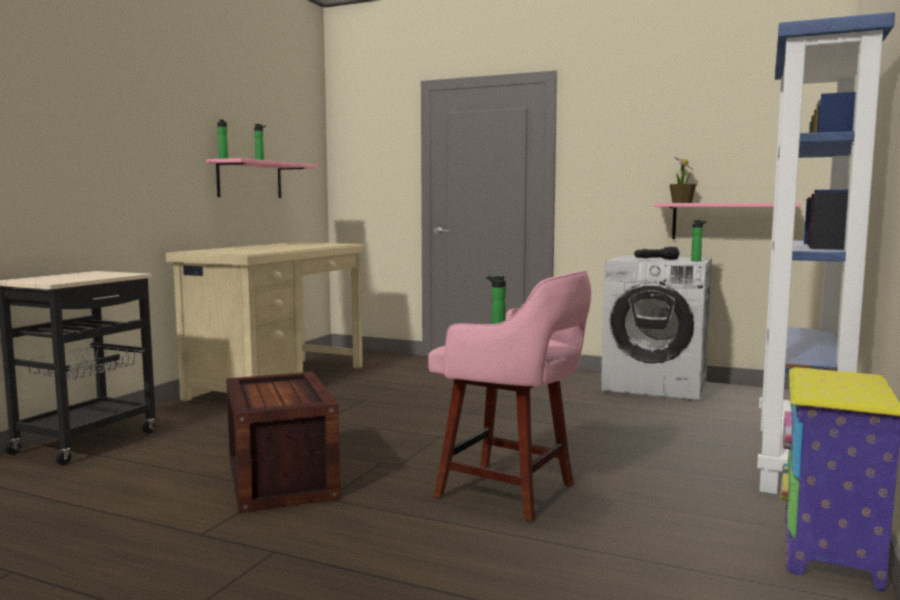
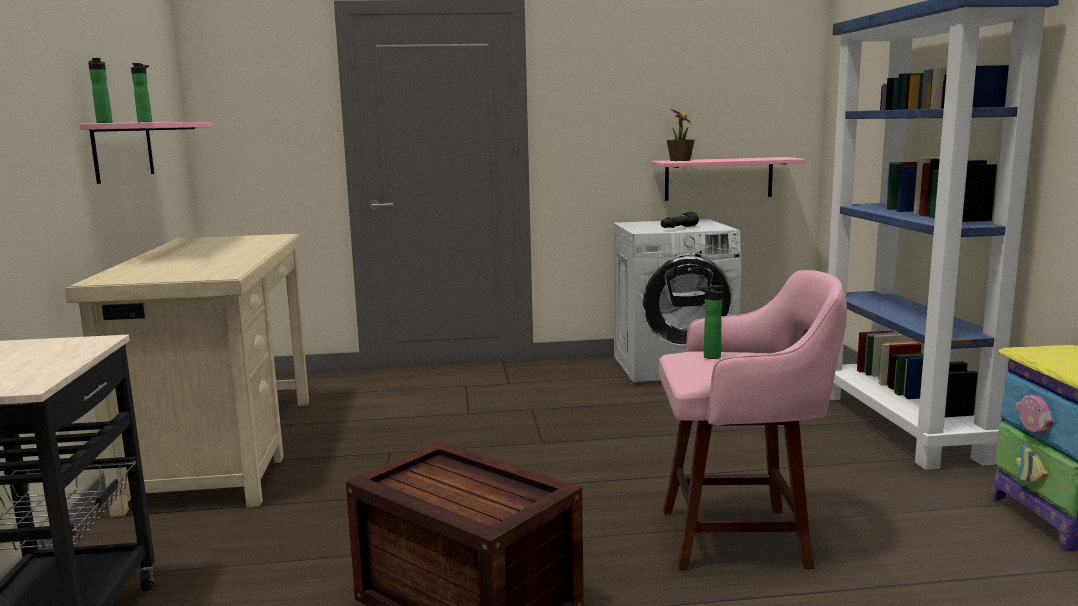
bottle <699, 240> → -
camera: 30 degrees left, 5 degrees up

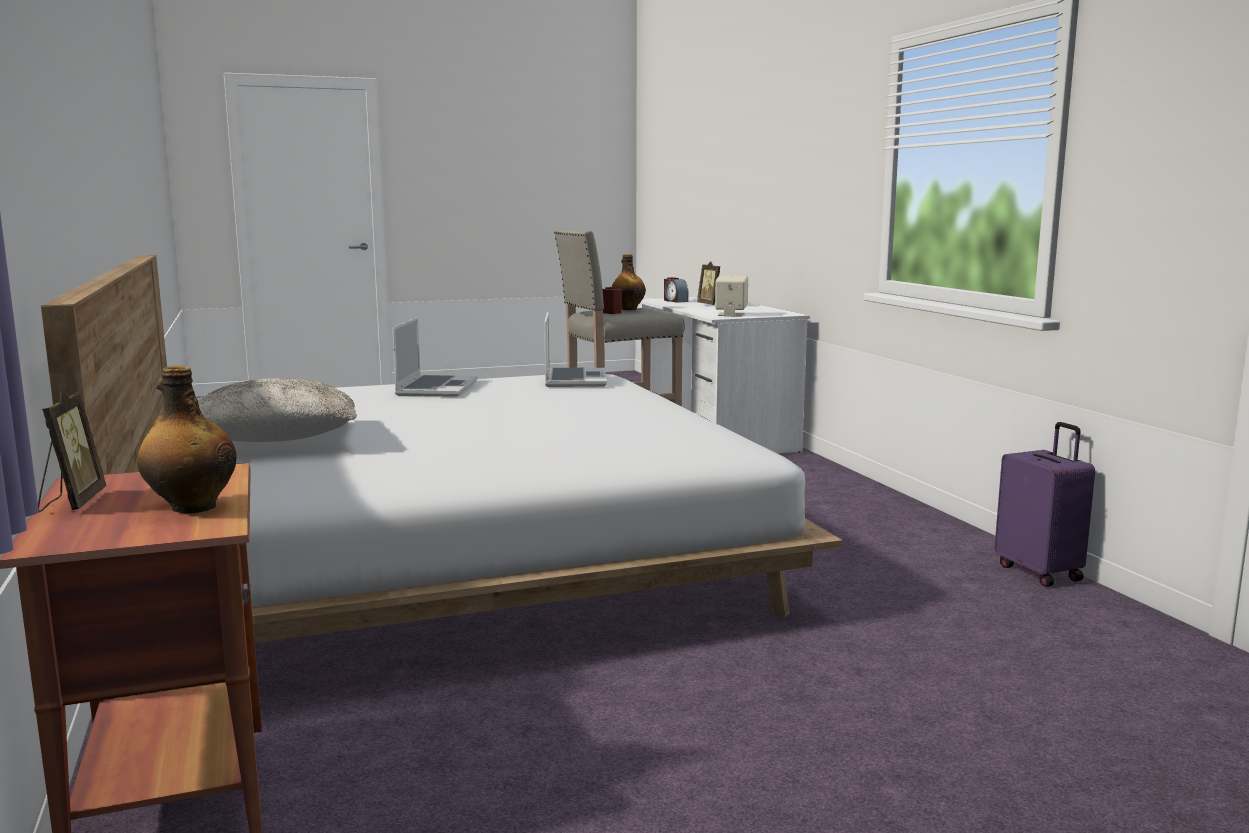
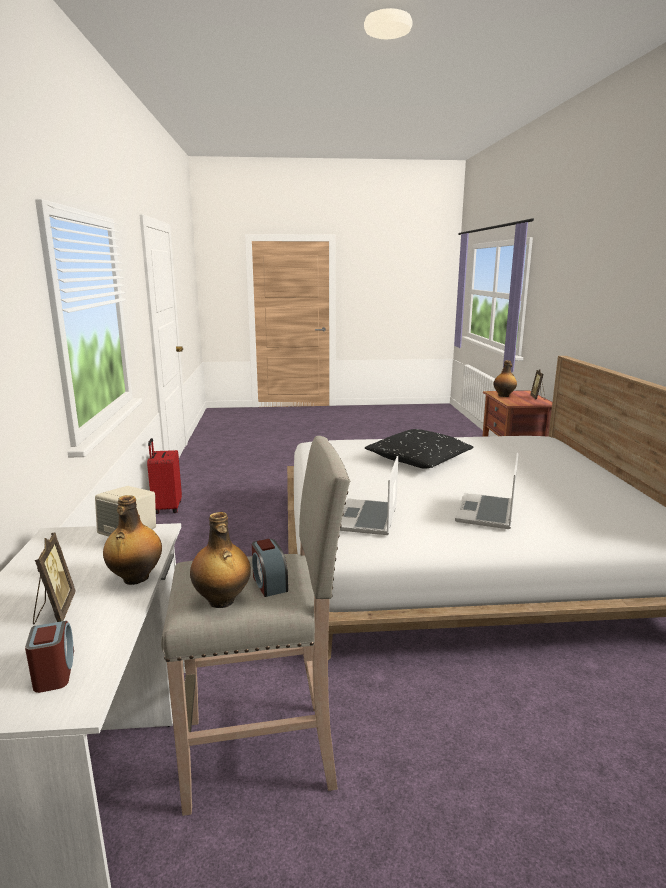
beige pillow <277, 410> → -
purple suitcase <1044, 504> → red suitcase <164, 476>
- → black pillow <419, 448>
- → bottle <132, 540>
camera: 165 degrees left, 5 degrees up

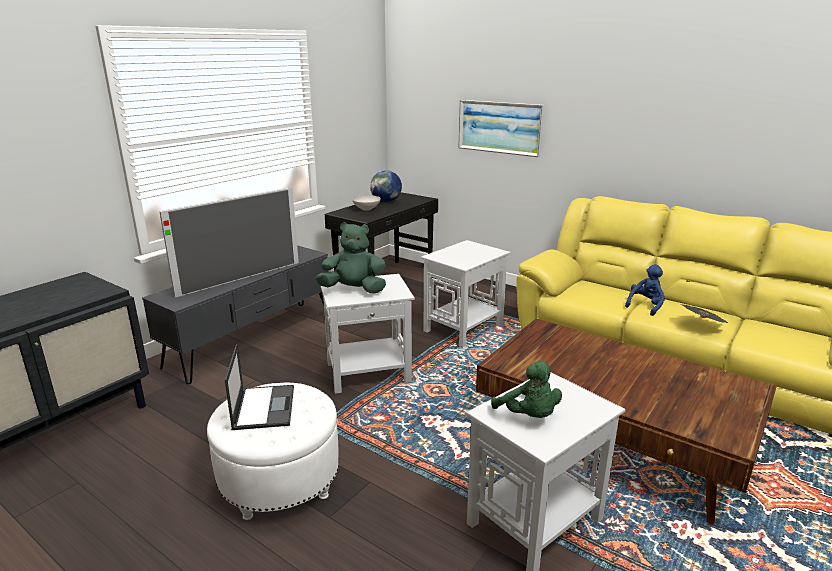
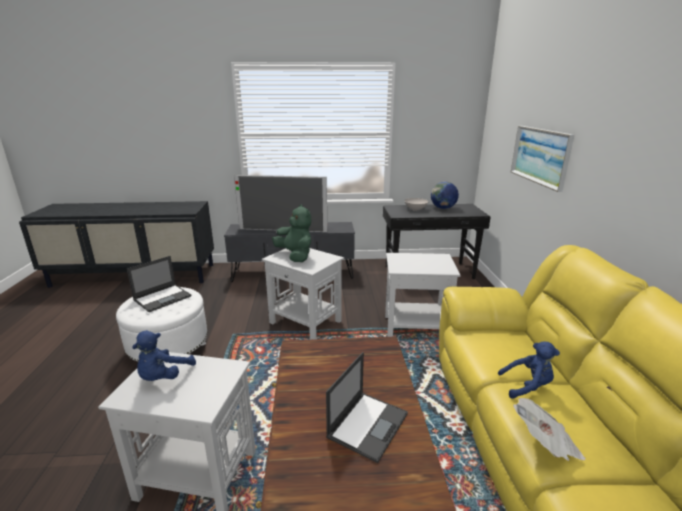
green plush toy <526, 389> → blue plush toy <164, 355>
- → laptop <367, 407>
camera: 50 degrees right, 0 degrees up

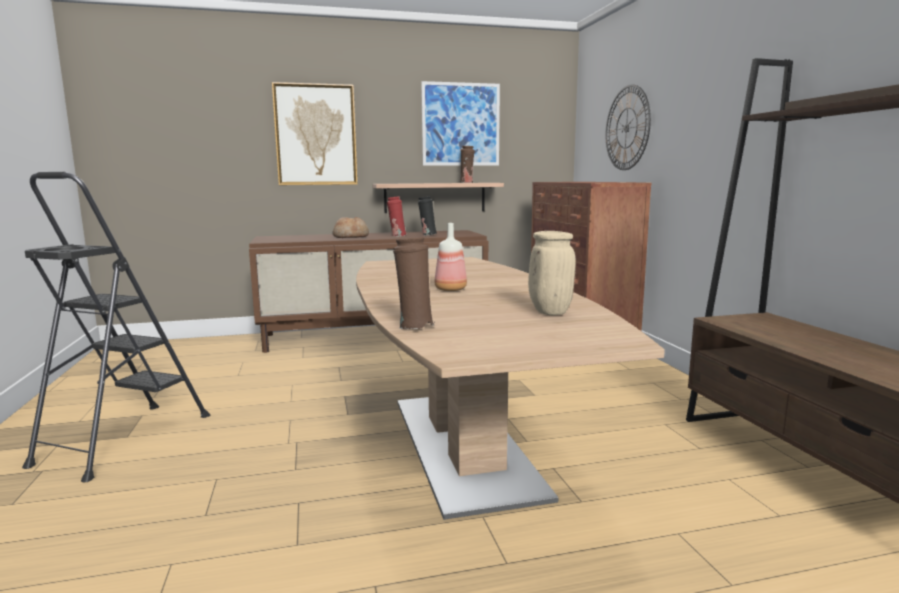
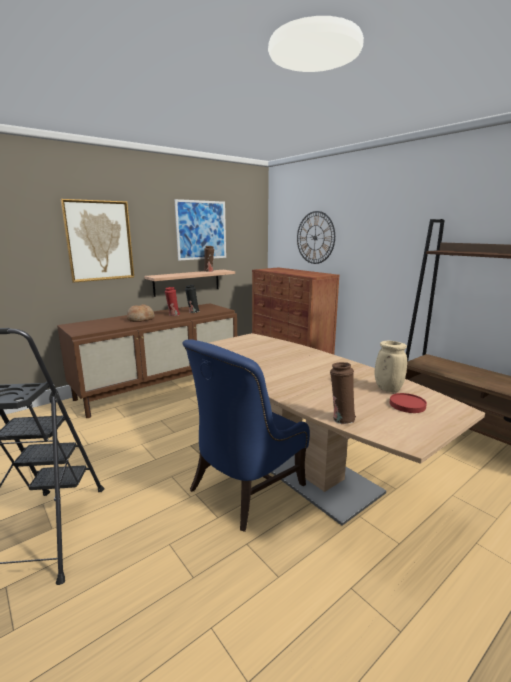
bottle <451, 257> → -
- → blue chair <246, 435>
- → red plate <408, 403>
camera: 25 degrees left, 5 degrees up

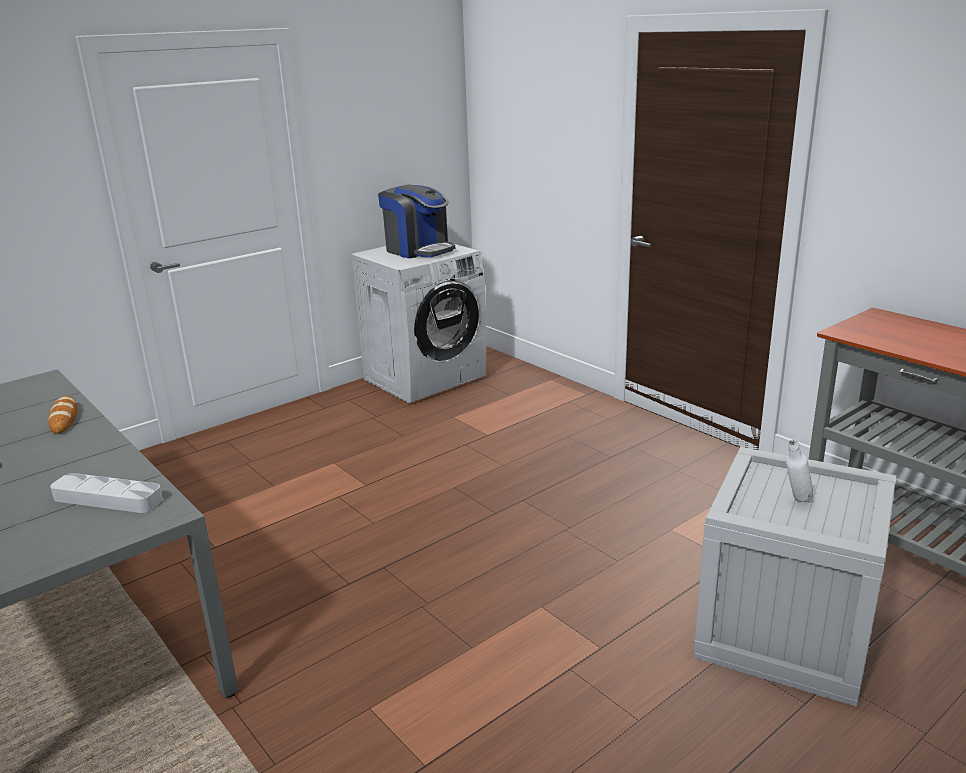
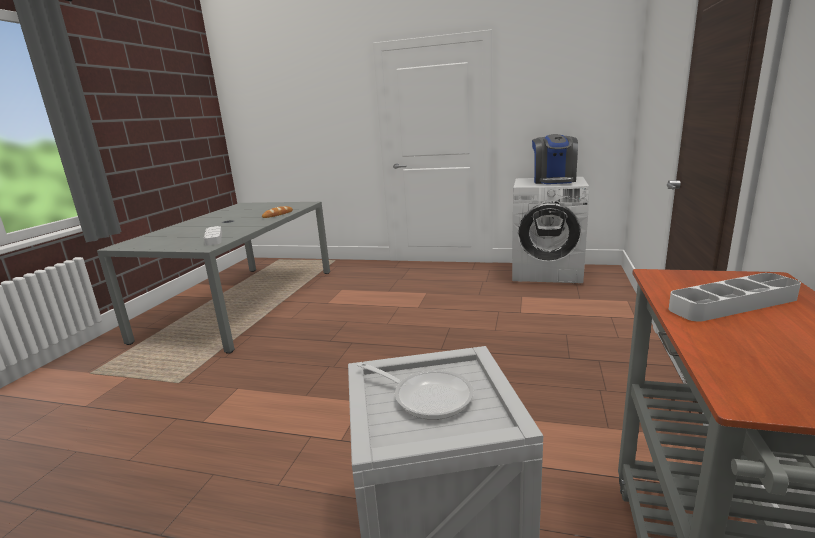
white bottle <799, 471> → frying pan <415, 391>
- → grey tray <735, 297>
camera: 55 degrees right, 5 degrees down

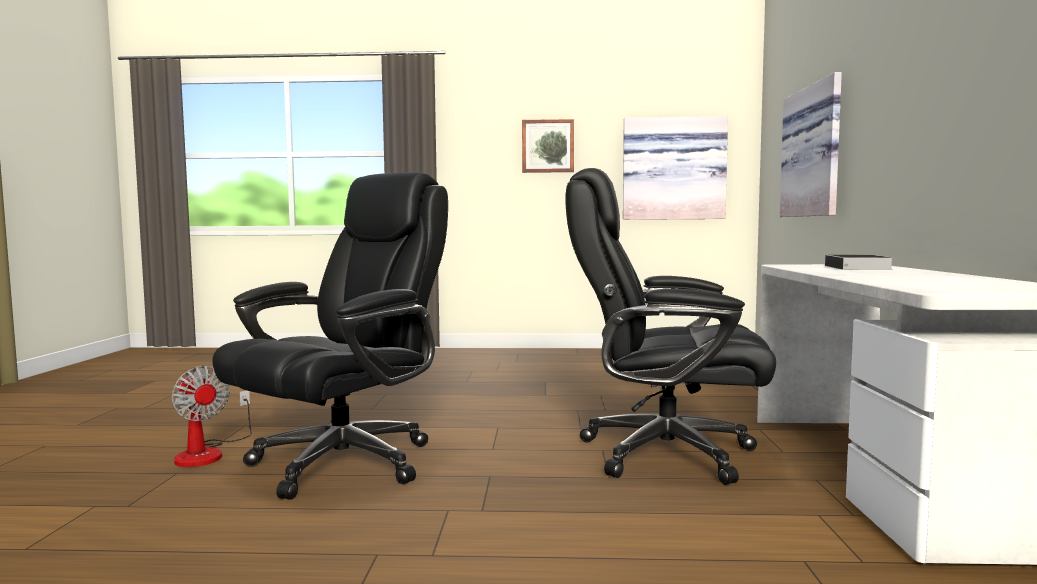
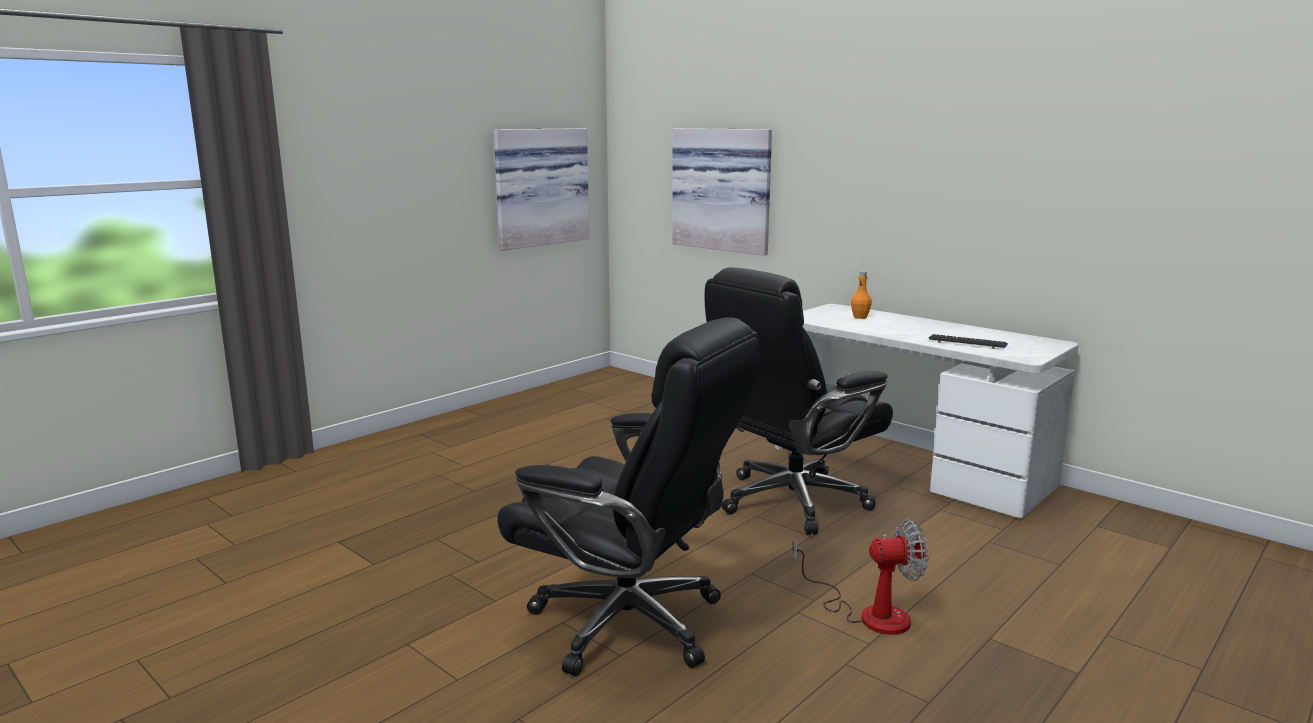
picture <548, 146> → -
black office chair <330, 336> → black office chair <628, 496>, 135 degrees clockwise
book <859, 262> → orange bottle <861, 295>
fan <211, 416> → fan <861, 577>, move
- → keyboard <968, 341>
camera: 50 degrees left, 10 degrees up

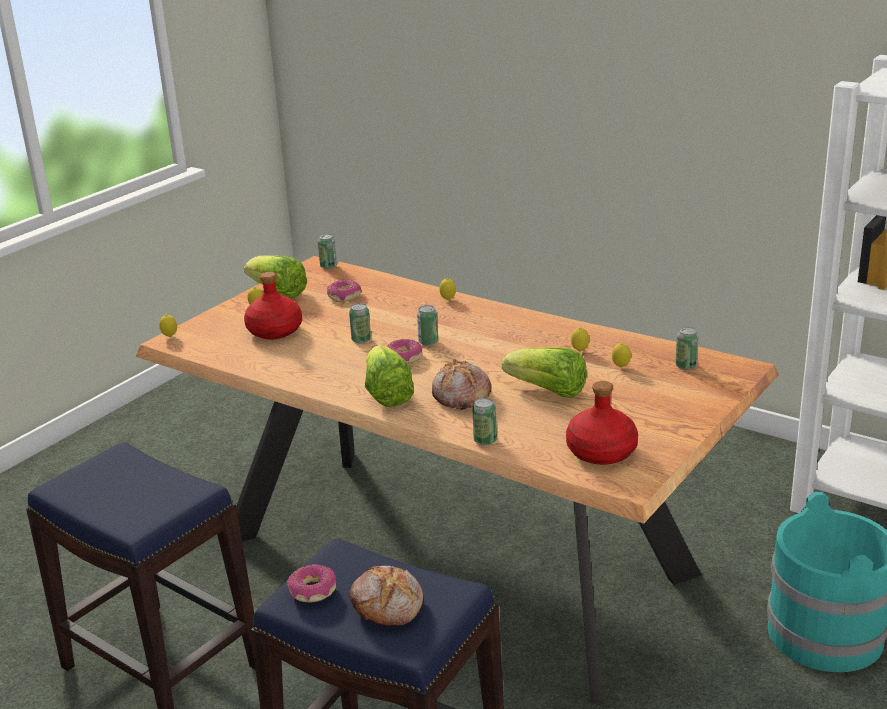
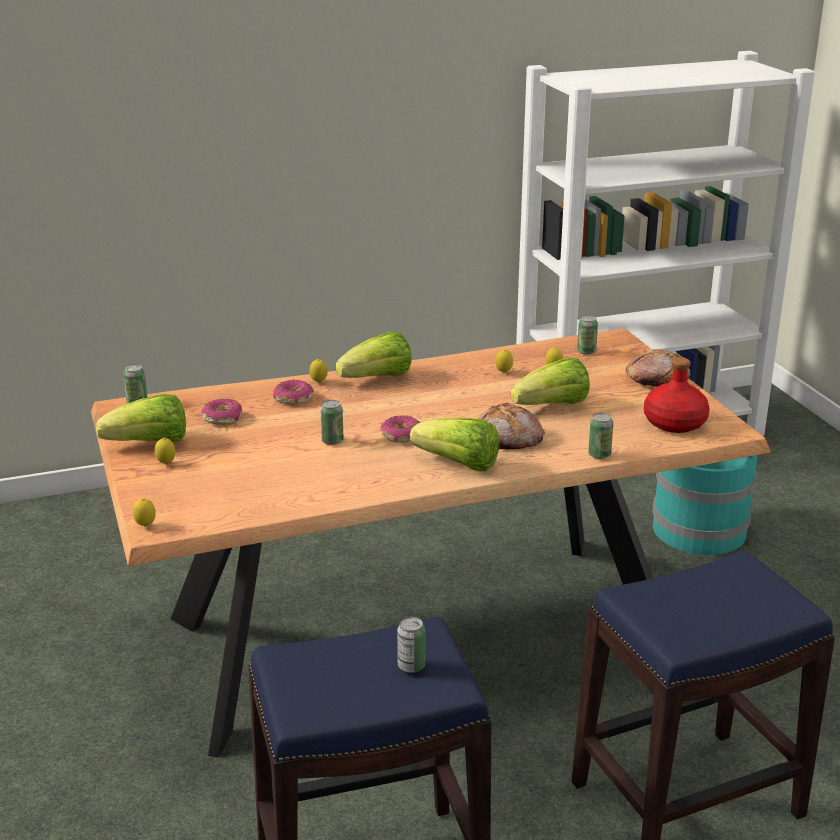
red bottle <273, 305> → -
can <427, 325> → can <411, 645>, move
donut <311, 583> → donut <293, 392>, move
bread <386, 596> → bread <658, 368>, move
- → lettuce <374, 355>
camera: 55 degrees left, 0 degrees up

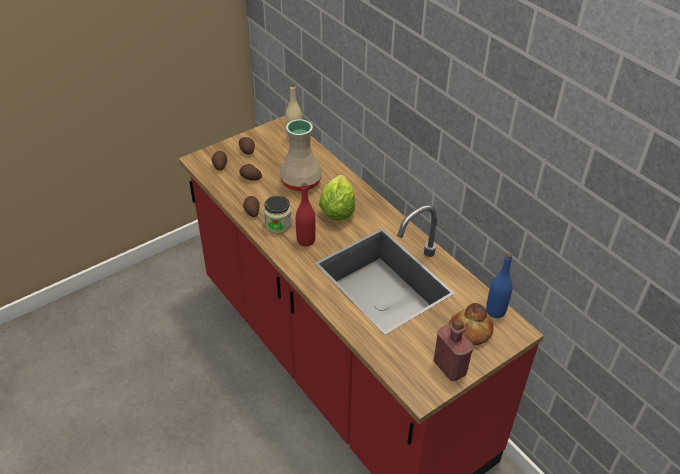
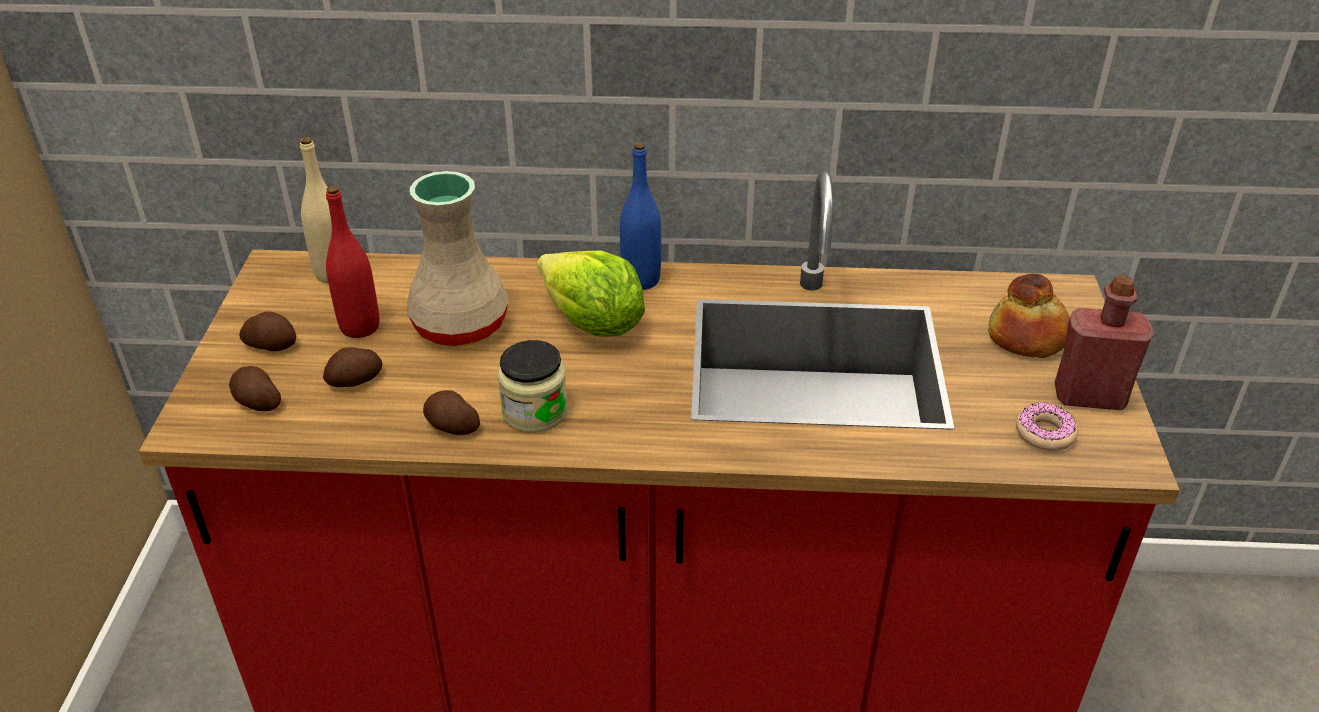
red bottle <306, 214> → red bottle <353, 262>, move
blue bottle <499, 285> → blue bottle <640, 216>, move
- → donut <1047, 426>
camera: 50 degrees left, 5 degrees down

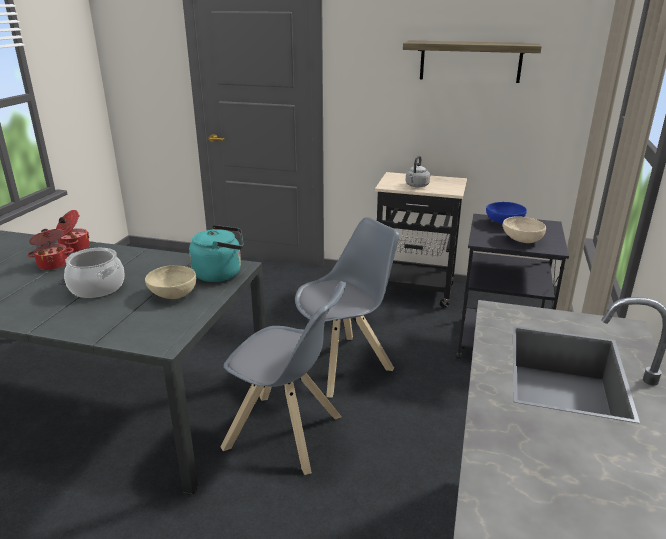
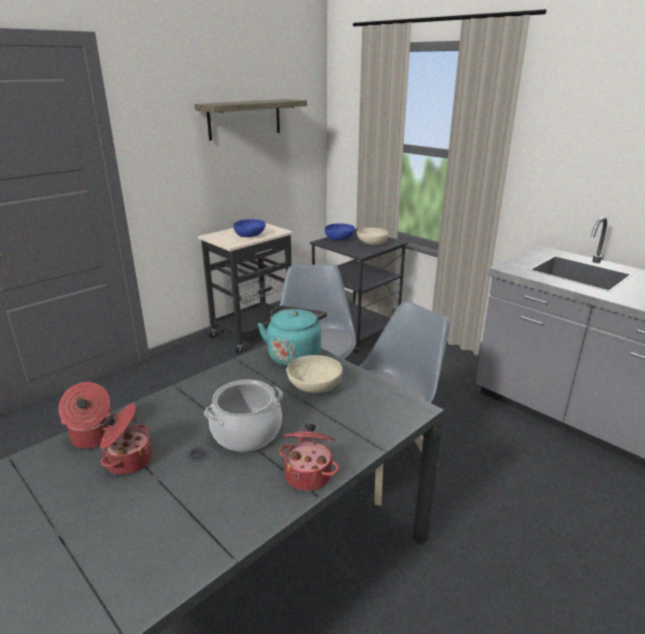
grey kettle <418, 172> → blue bowl <250, 228>
- → cooking pot <309, 457>
camera: 60 degrees left, 0 degrees up

